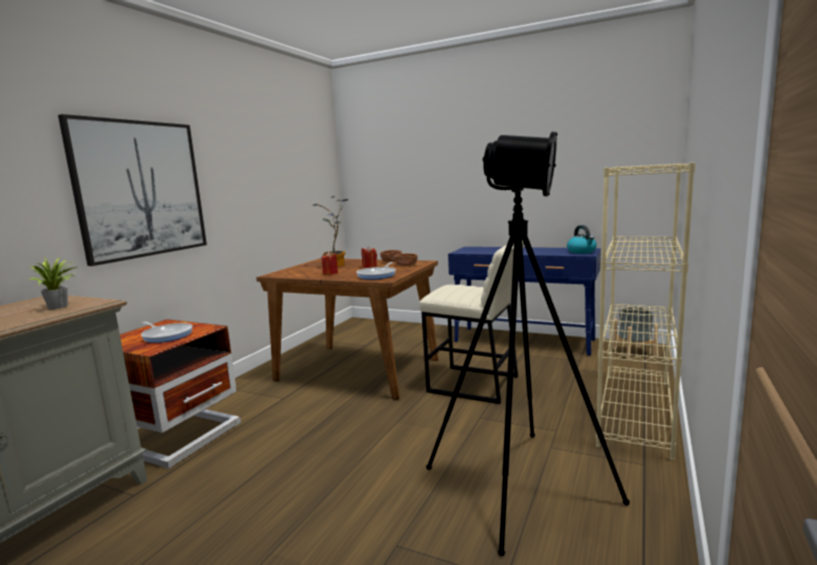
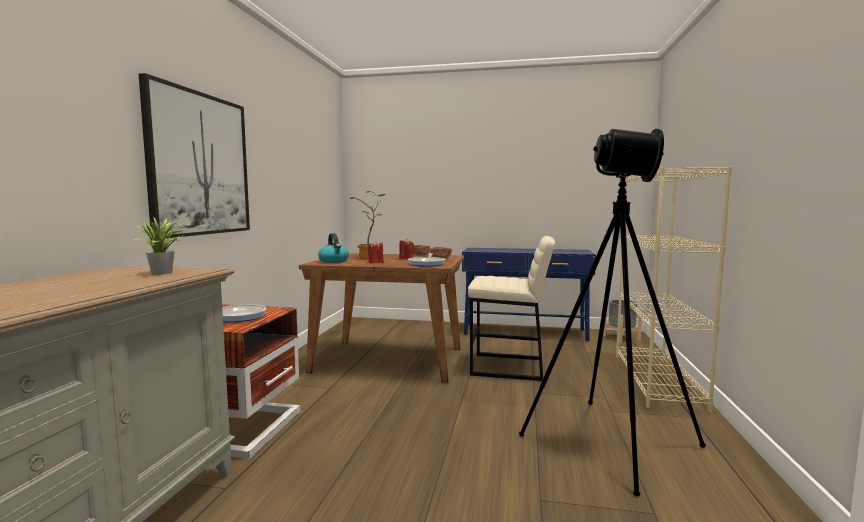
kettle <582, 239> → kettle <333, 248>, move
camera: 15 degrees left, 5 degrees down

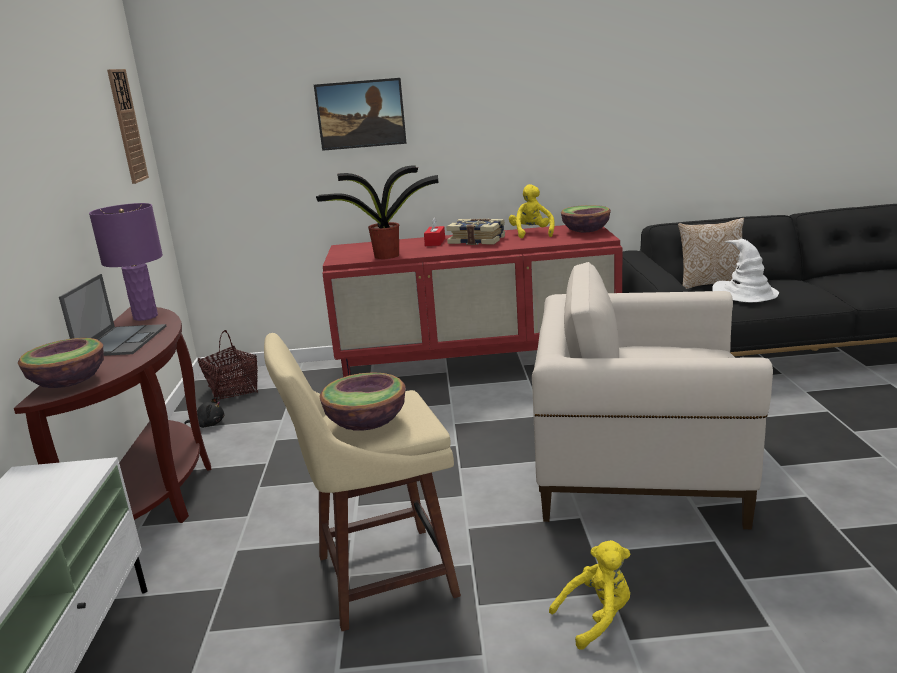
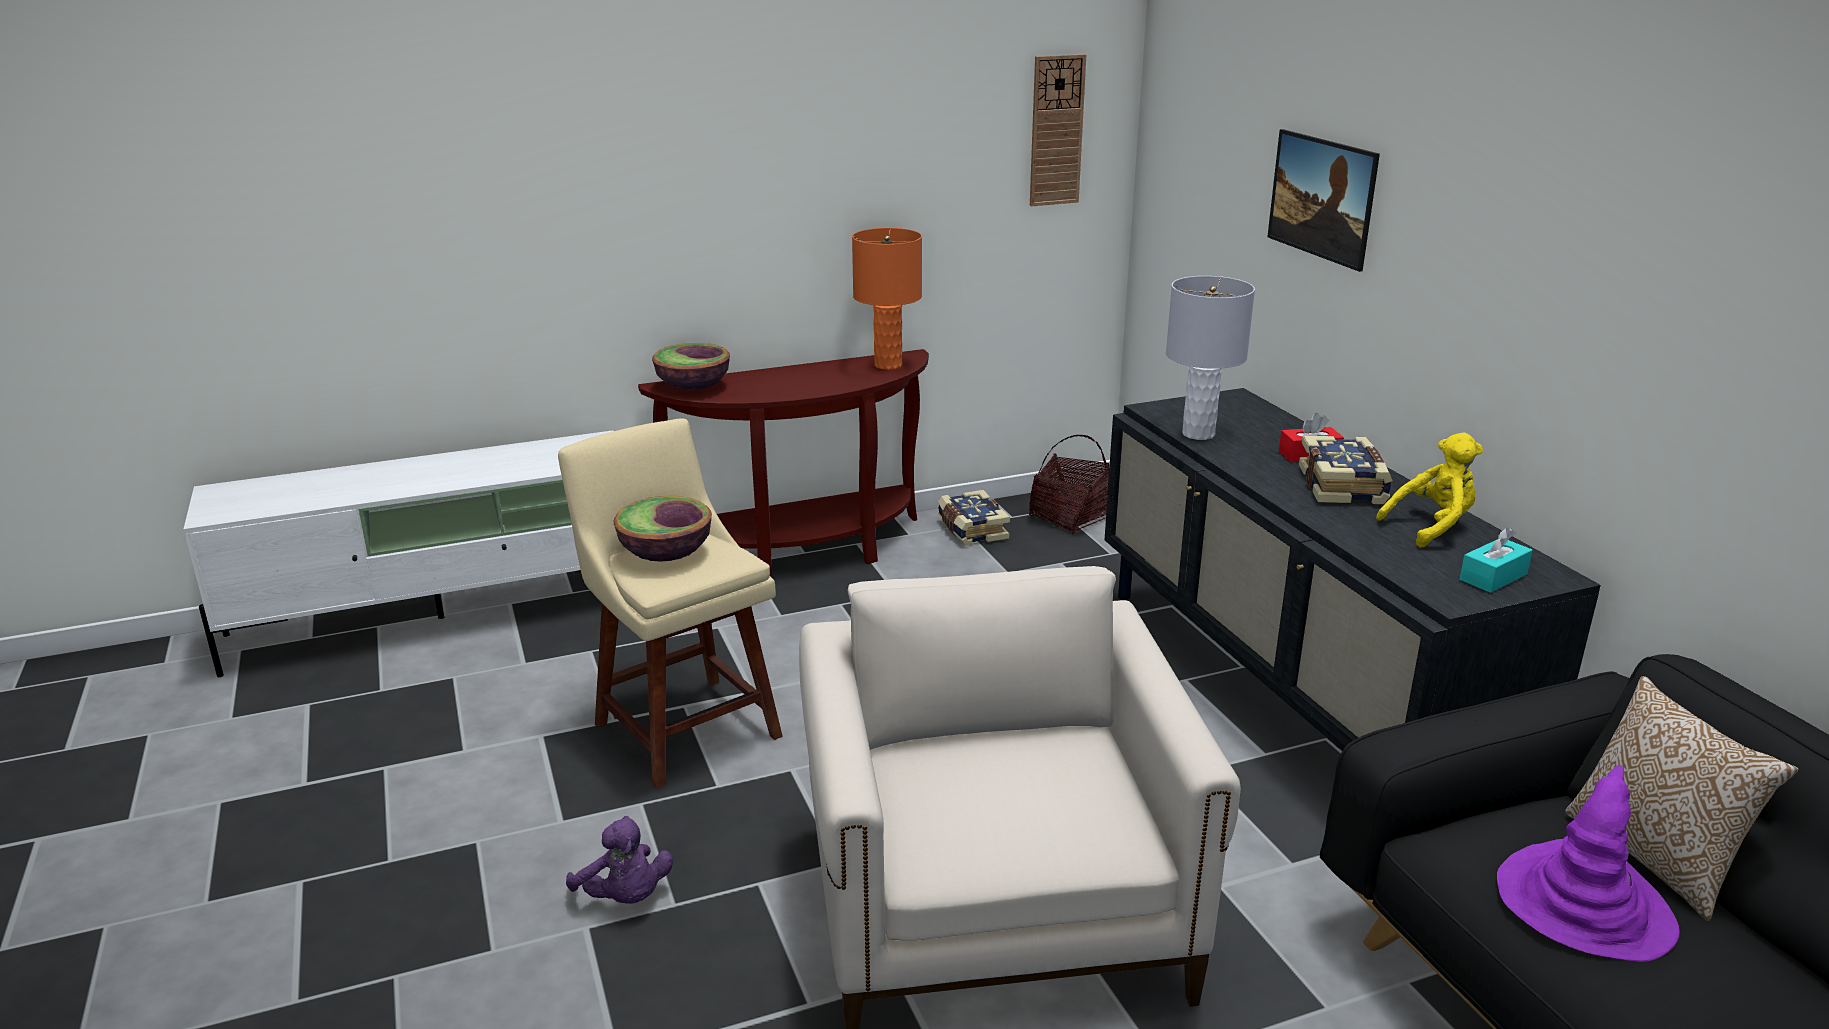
potted plant <377, 212> → grey table lamp <1210, 358>
purple table lamp <126, 262> → orange table lamp <887, 299>
bowl <586, 218> → turquoise tissue box <1496, 560>
red cabinet <472, 301> → black cabinet <1353, 569>
white hat <745, 270> → purple hat <1588, 863>
laptop <112, 315> → -
black plush toy <204, 412> → book <974, 518>
yellow plush toy <589, 594> → purple plush toy <619, 860>
camera: 70 degrees right, 5 degrees up

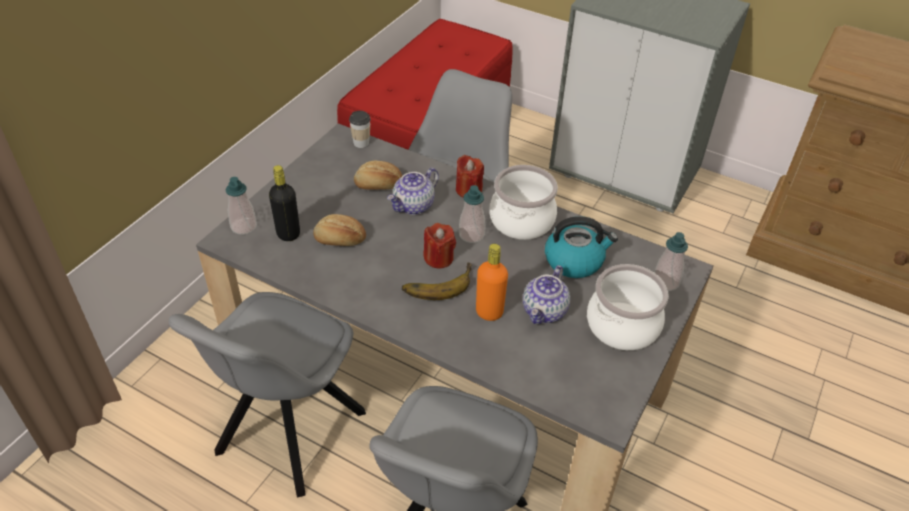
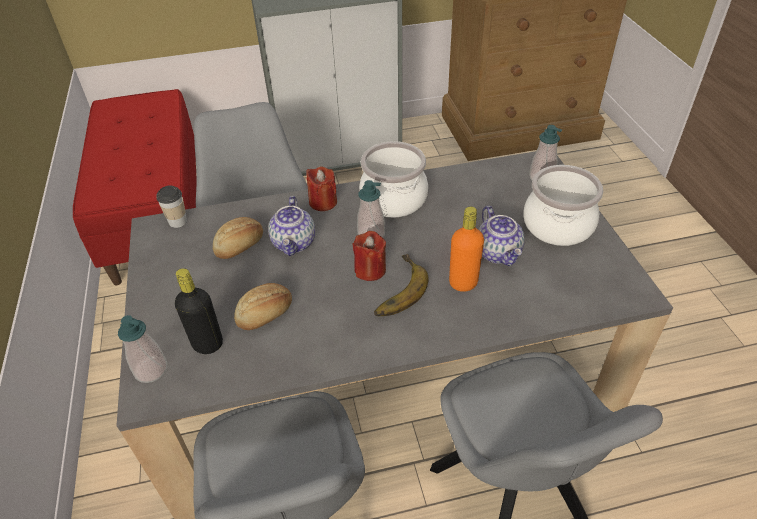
kettle <581, 247> → -
camera: 40 degrees left, 0 degrees up

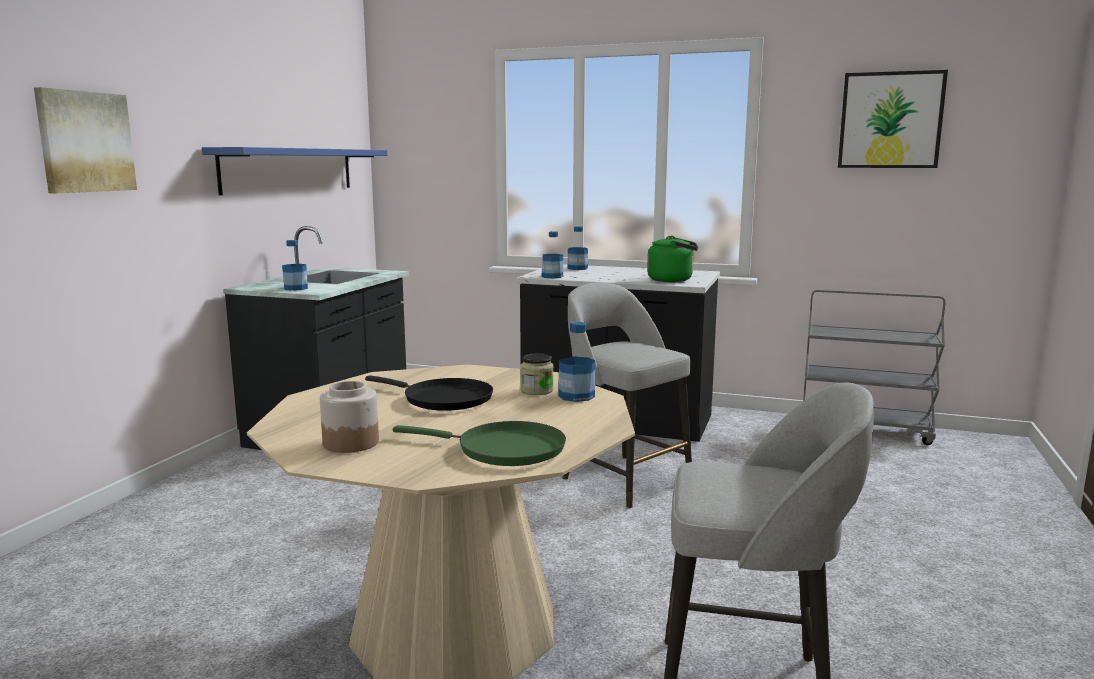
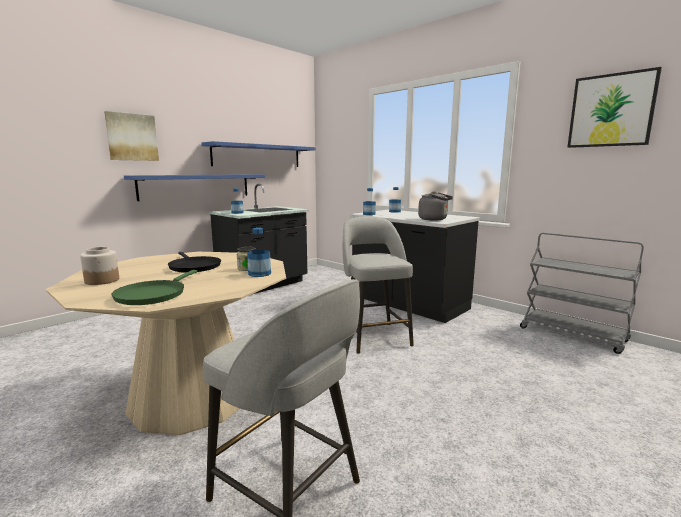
green kettle <672, 259> → grey kettle <435, 205>
green frying pan <479, 443> → green frying pan <154, 287>, 60 degrees clockwise
- → blue shelf <194, 187>
camera: 25 degrees right, 0 degrees up

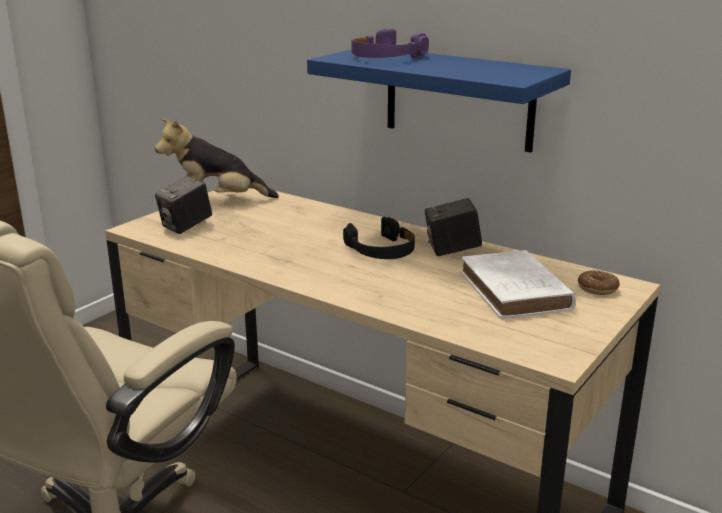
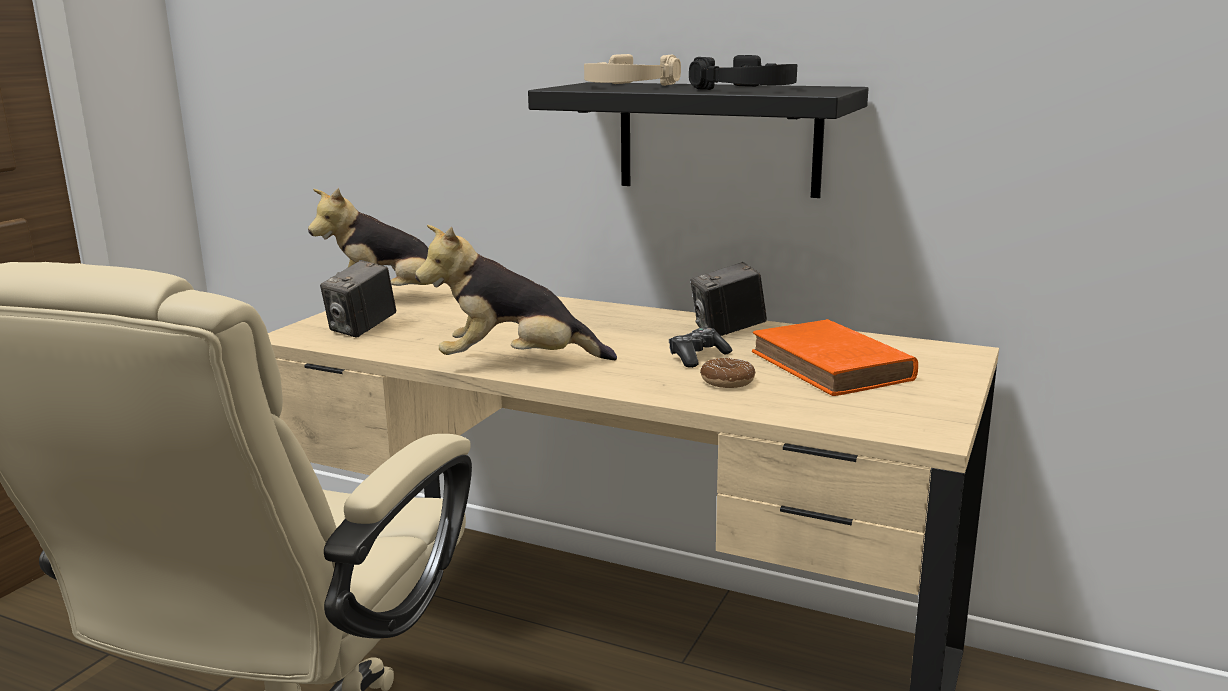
purple headphones <390, 43> → beige headphones <632, 70>
blue shelf <439, 101> → black shelf <698, 140>
black headphones <379, 238> → black headphones <743, 72>, move
white book <518, 284> → orange book <835, 357>
donut <599, 282> → donut <727, 373>, move
- → plush toy <516, 292>
- → game controller <700, 347>
camera: 10 degrees left, 5 degrees down

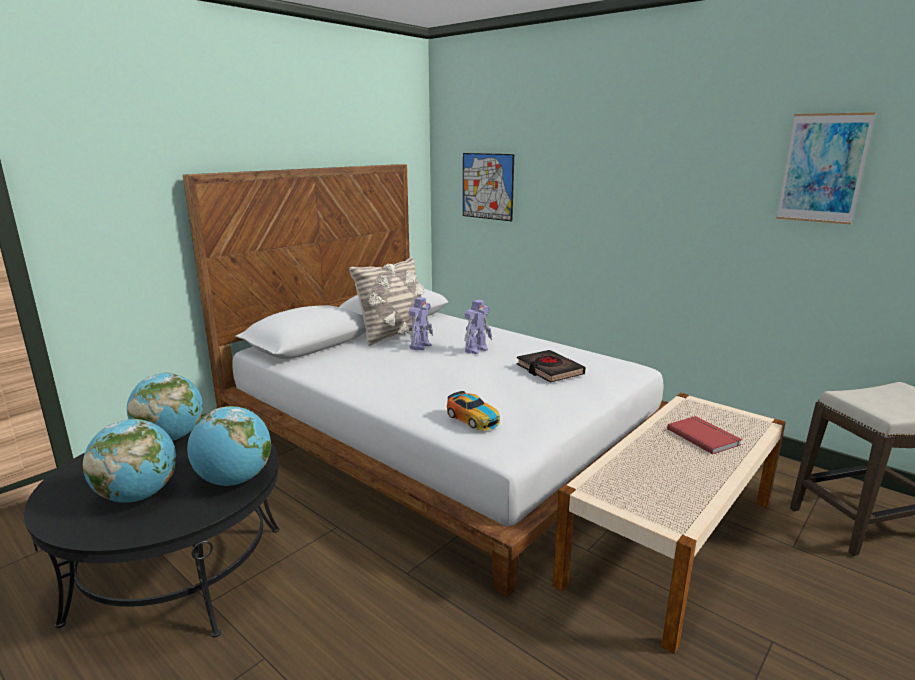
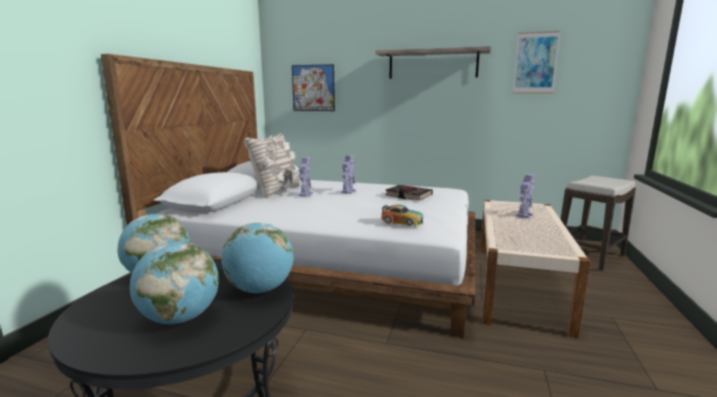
red book <704, 435> → toy robot <525, 196>
- → shelf <433, 62>
camera: 25 degrees left, 5 degrees down

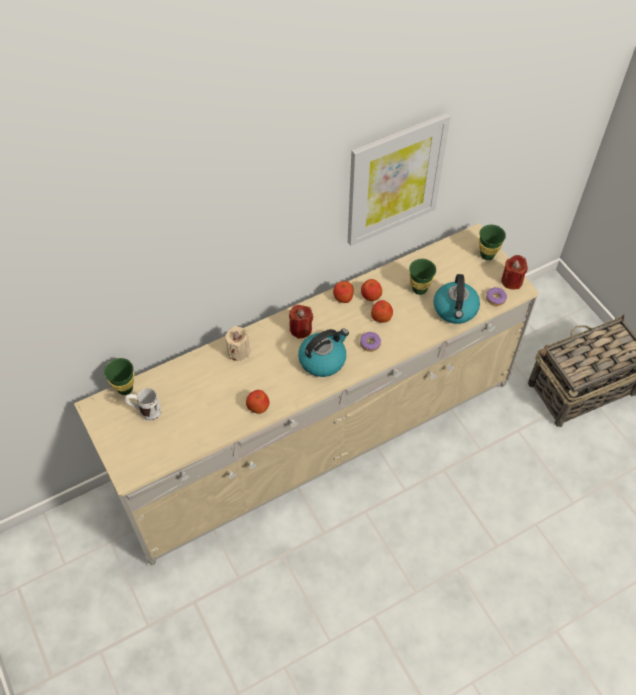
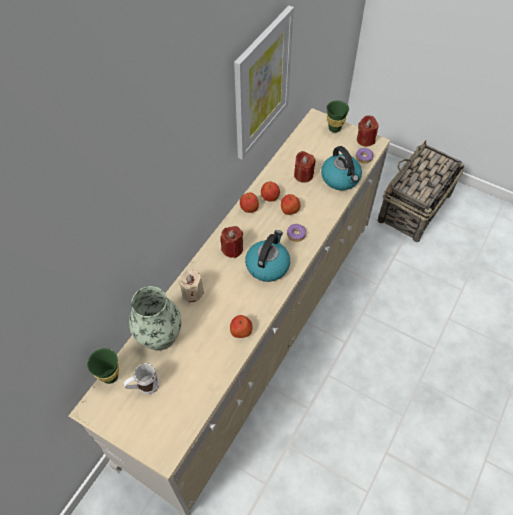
green cup <422, 277> → red candle <304, 167>
- → vase <155, 318>
camera: 30 degrees left, 0 degrees up

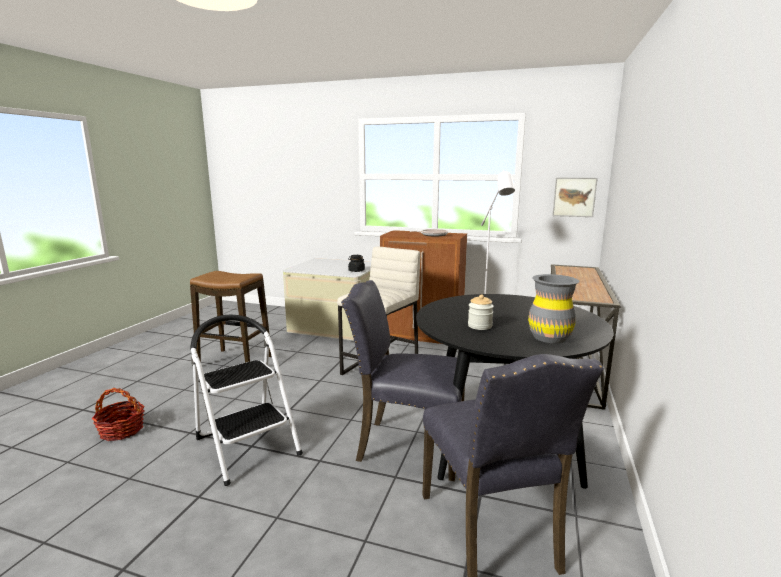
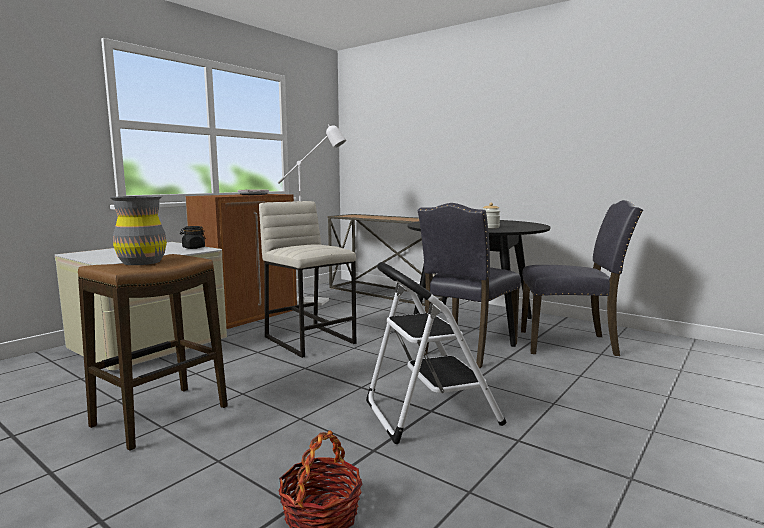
picture <575, 197> → -
grey vase <553, 308> → grey vase <138, 230>, move
camera: 70 degrees left, 5 degrees down

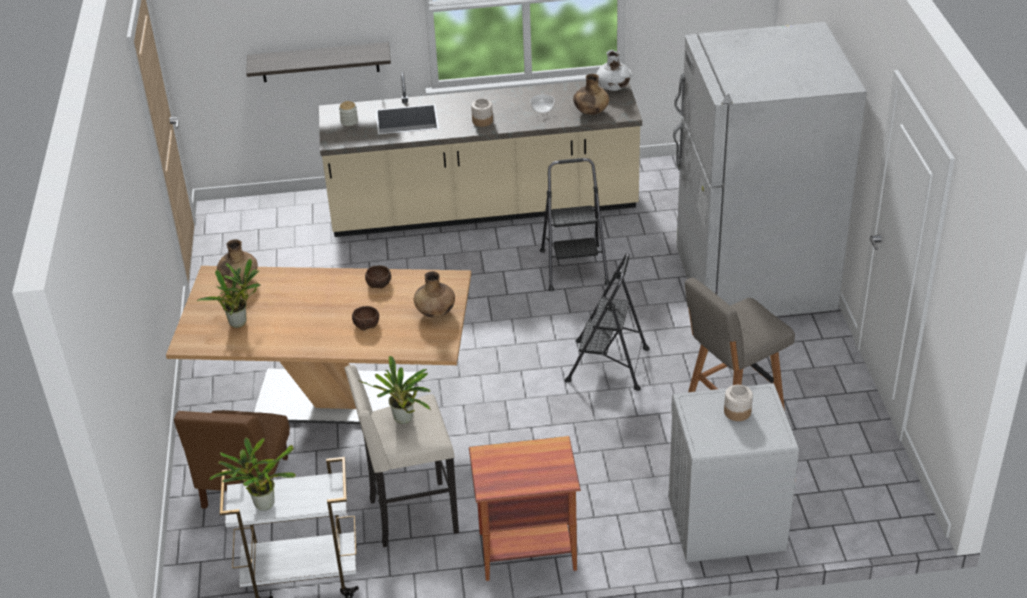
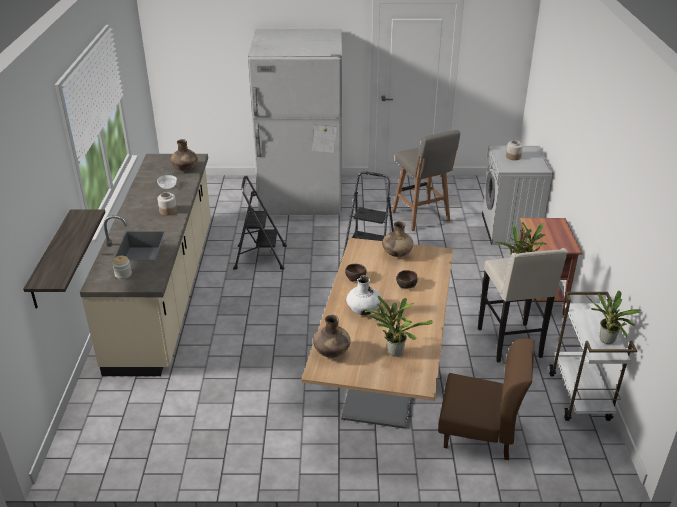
white vase <613, 70> → white vase <363, 295>, move
camera: 85 degrees left, 5 degrees down

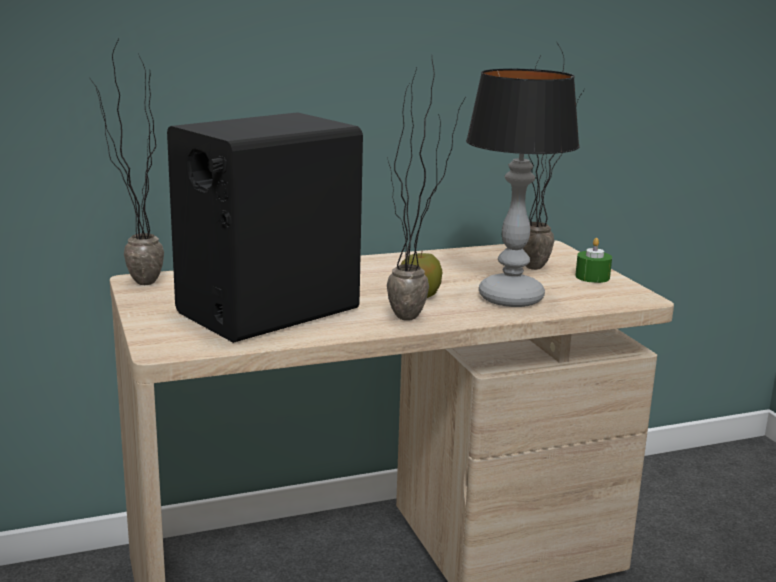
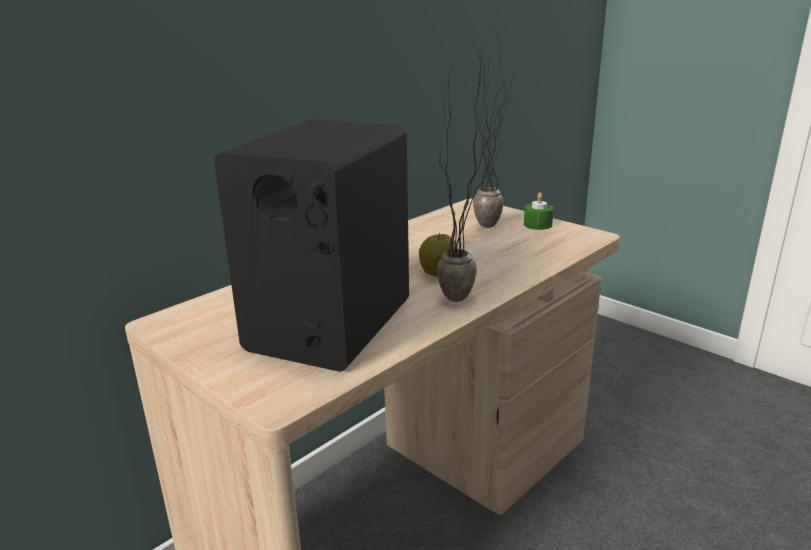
potted plant <126, 162> → -
table lamp <523, 188> → -
camera: 25 degrees left, 5 degrees up

